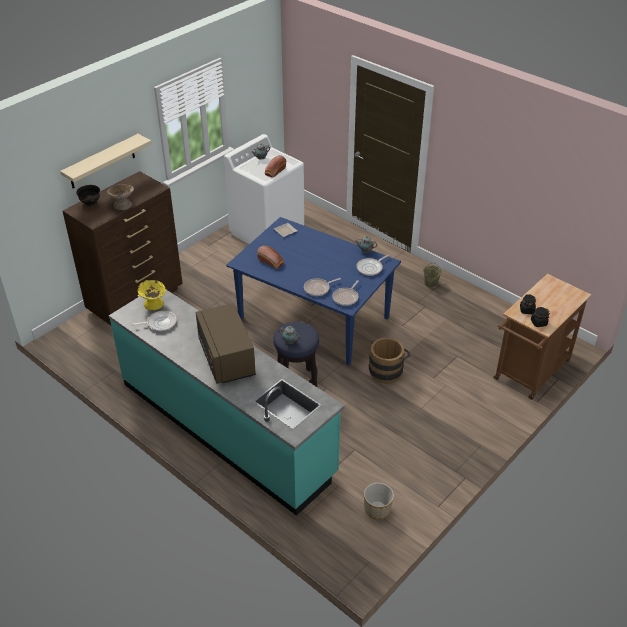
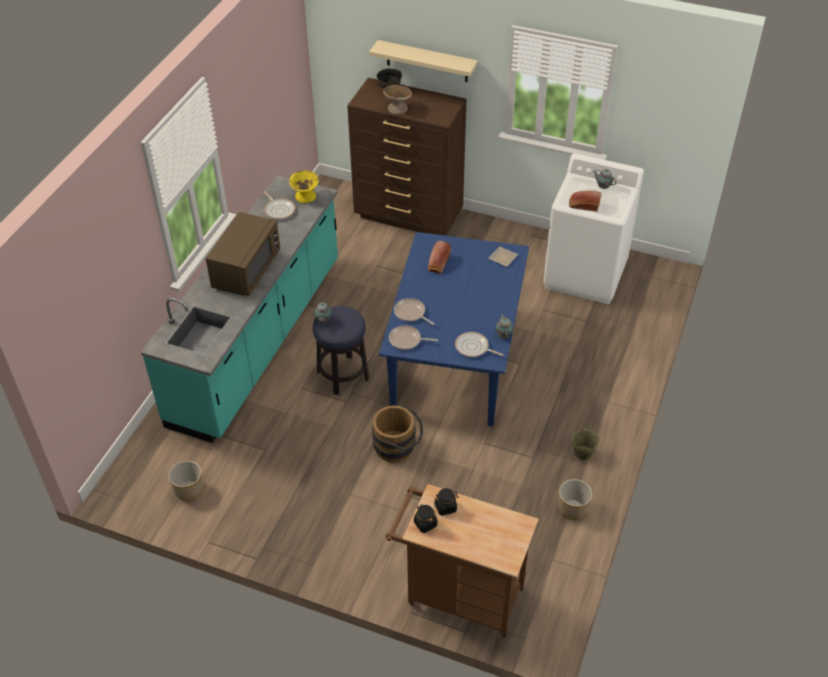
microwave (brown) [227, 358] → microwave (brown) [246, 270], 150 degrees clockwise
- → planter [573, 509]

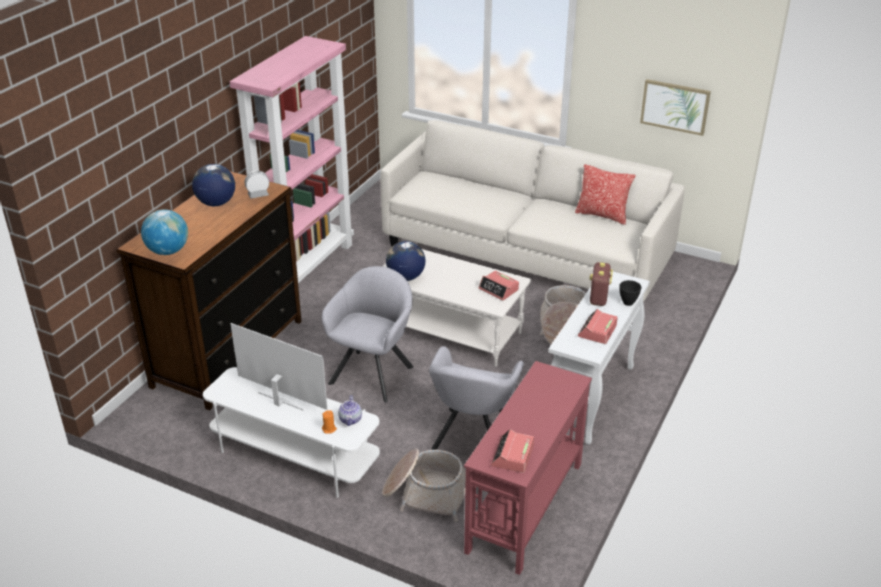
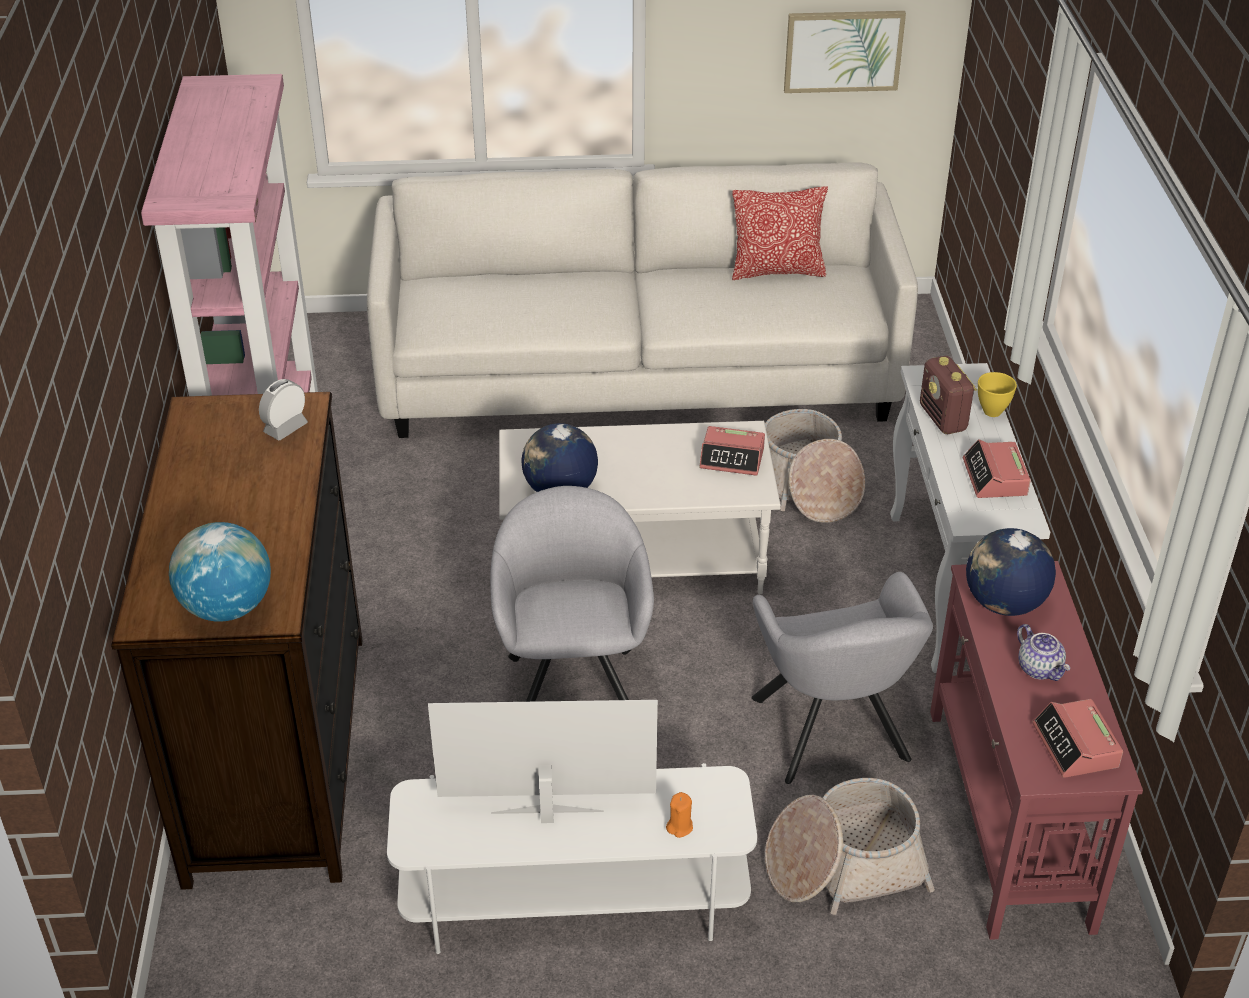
globe [216, 203] → globe [1003, 603], moved
bowl (black) [628, 302] → bowl (yellow) [991, 411]
teapot [350, 419] → teapot [1040, 669], moved

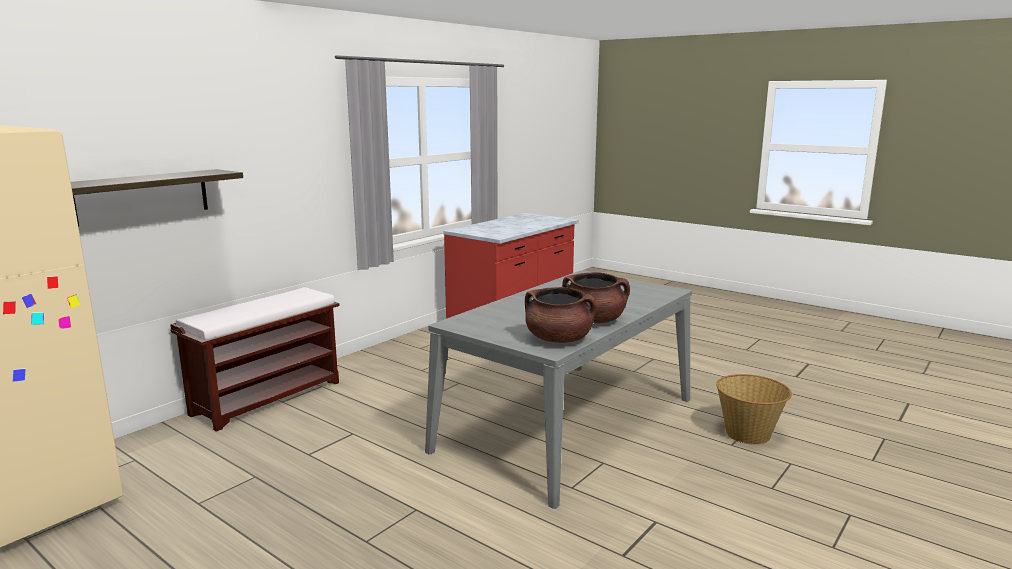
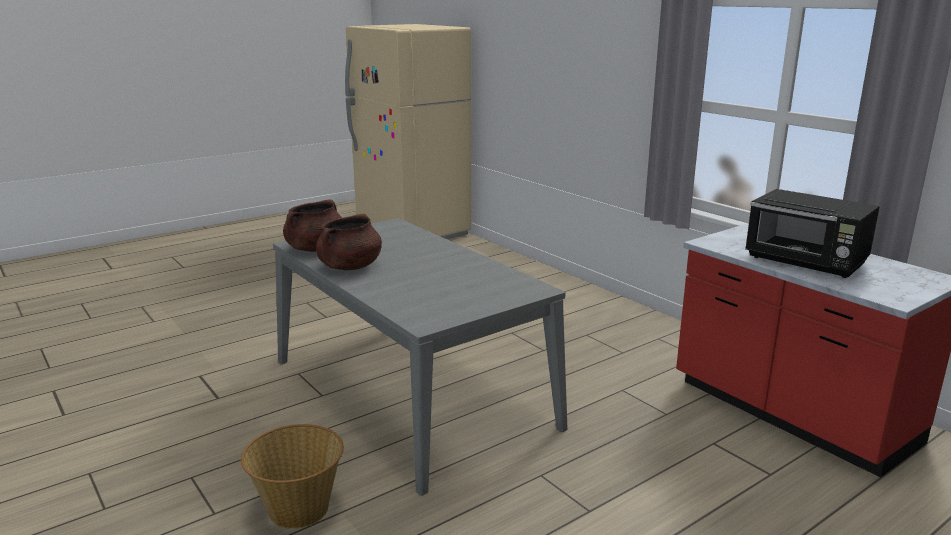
- → microwave (black) [806, 262]
shelf [142, 196] → -
bench (brown) [268, 397] → -

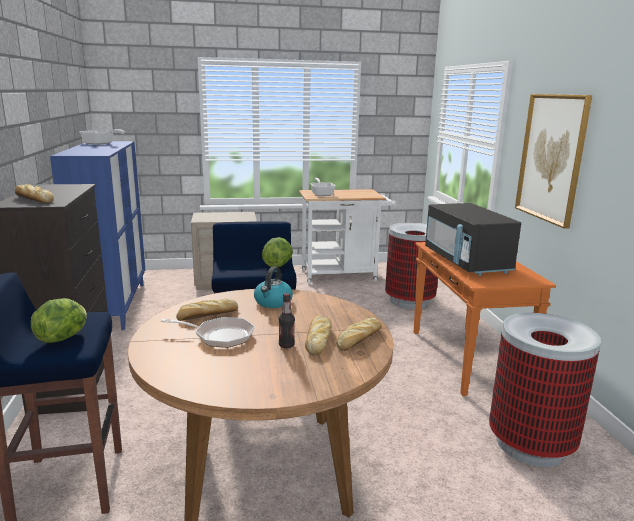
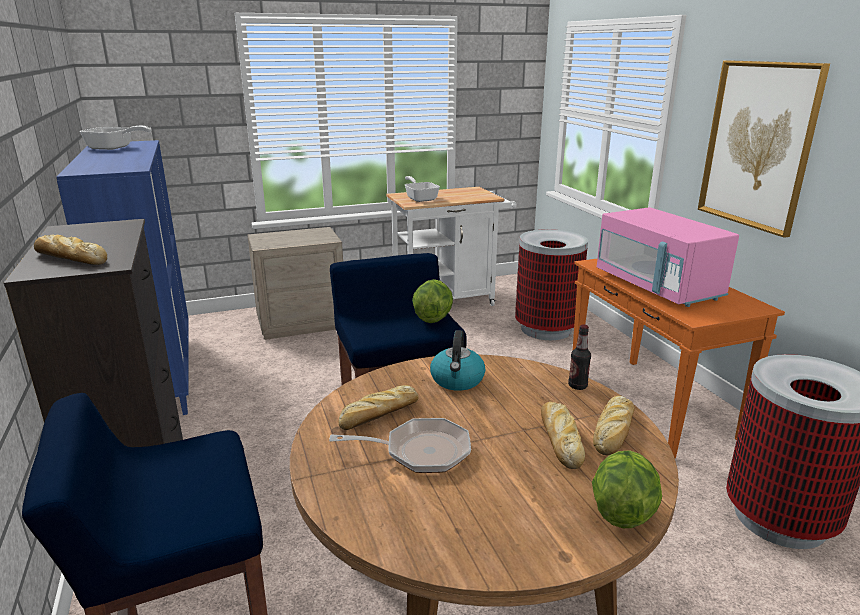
bottle [286, 345] → bottle [577, 386], moved
lettuce [63, 337] → lettuce [621, 511], moved
microwave (black) [466, 262] → microwave (pink) [657, 286]

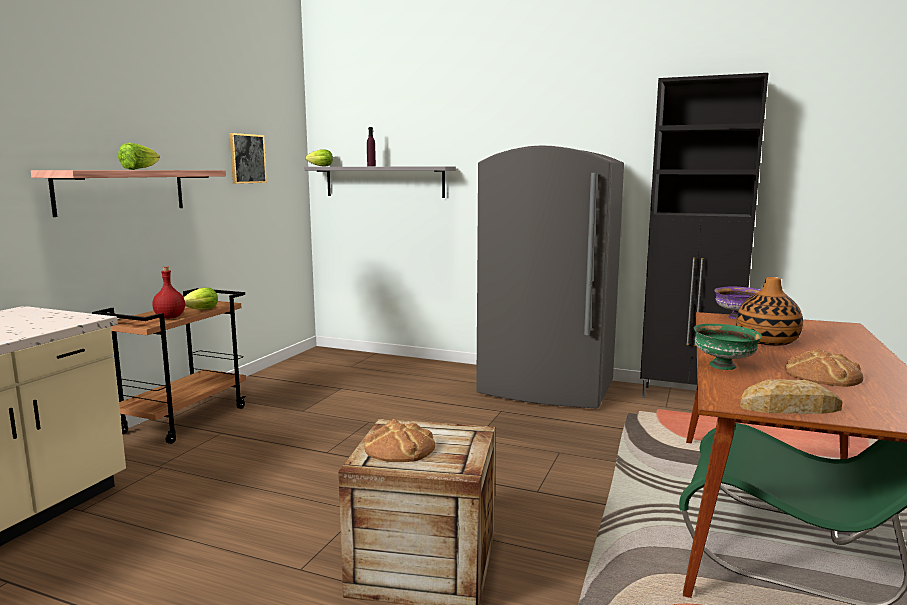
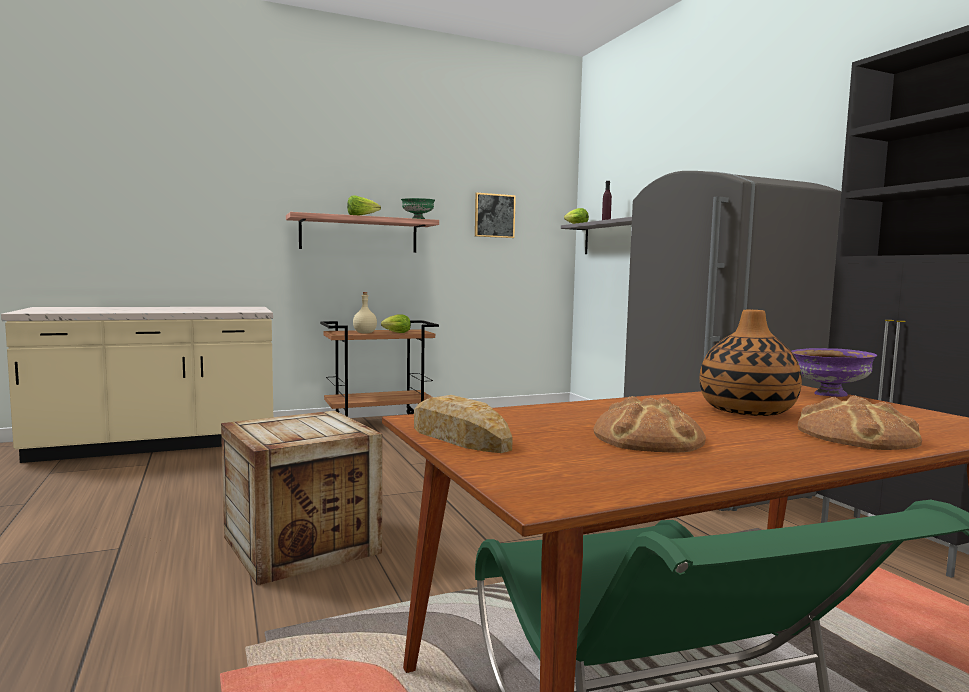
bottle (red) [170, 317] → bottle (beige) [365, 333]
bowl (green) [724, 366] → bowl (green) [418, 219], moved
bread [400, 447] → bread [857, 436], moved

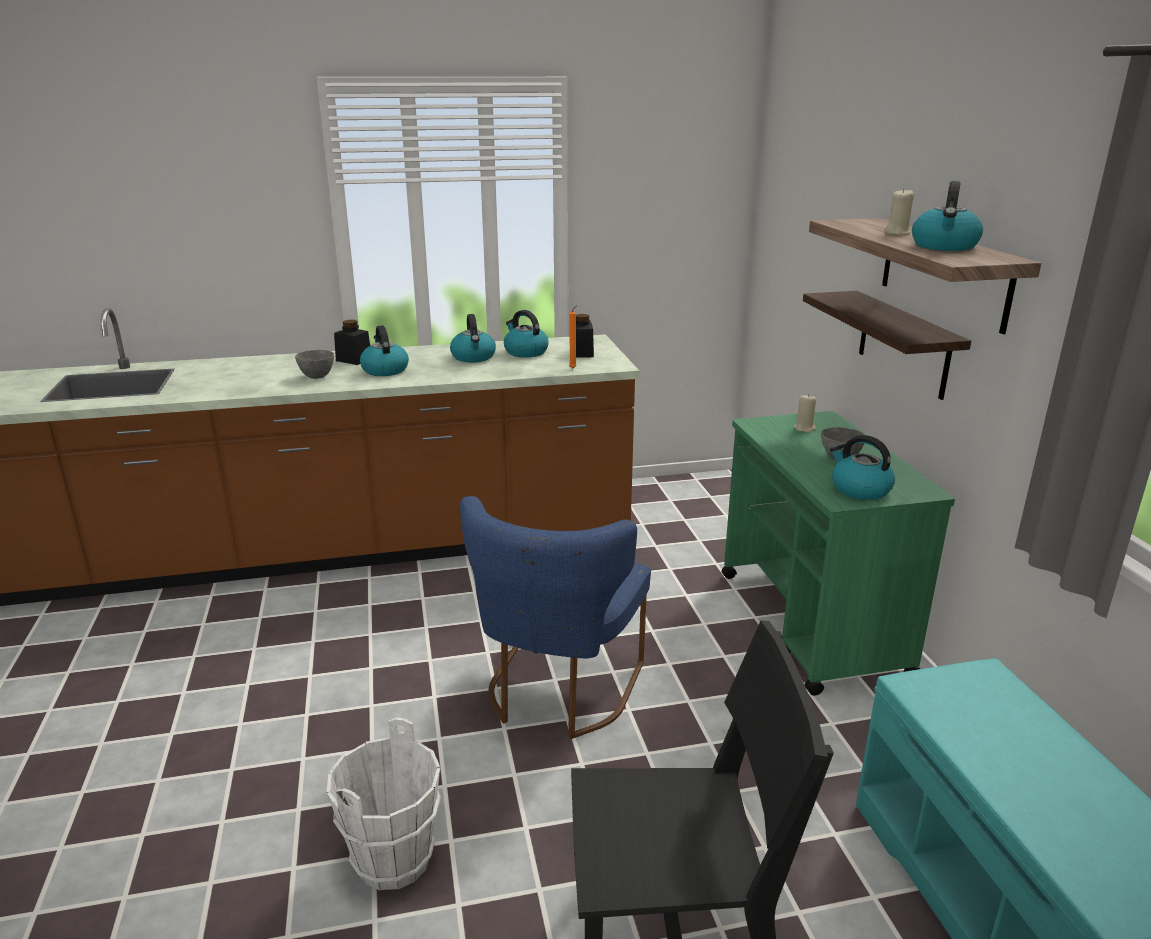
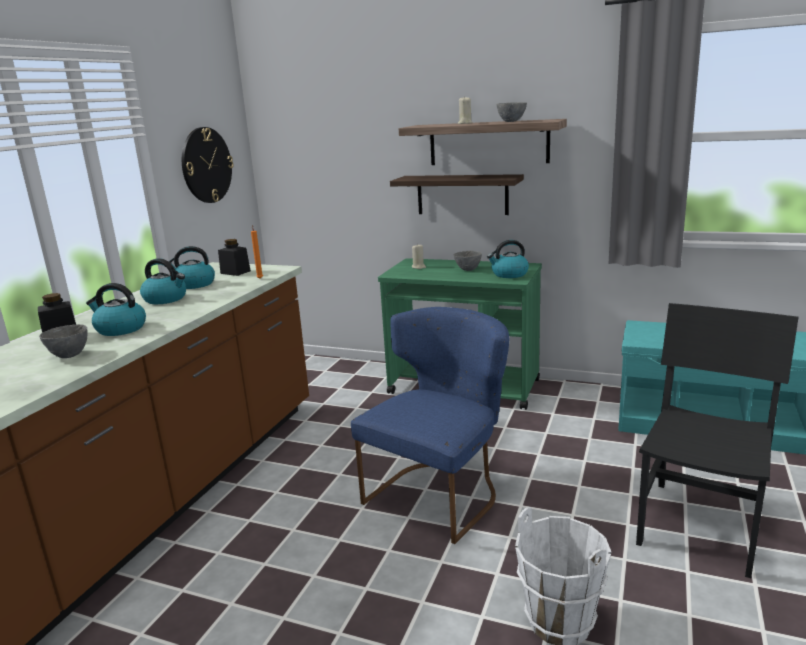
- → wall clock [206, 165]
chair (blue) [557, 692] → chair (blue) [441, 492], 105 degrees counterclockwise
kettle [944, 246] → bowl (grey) [511, 121]

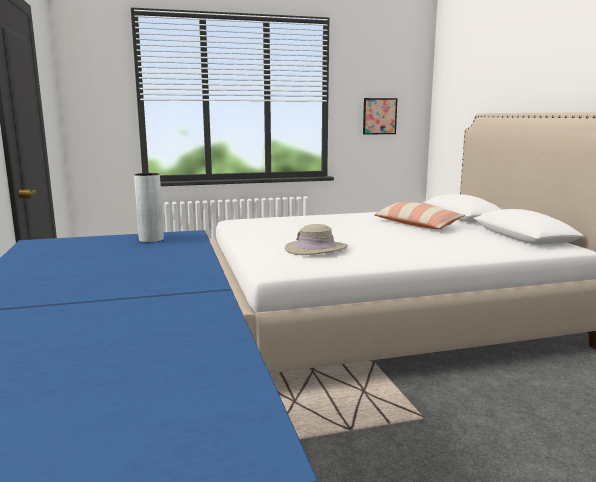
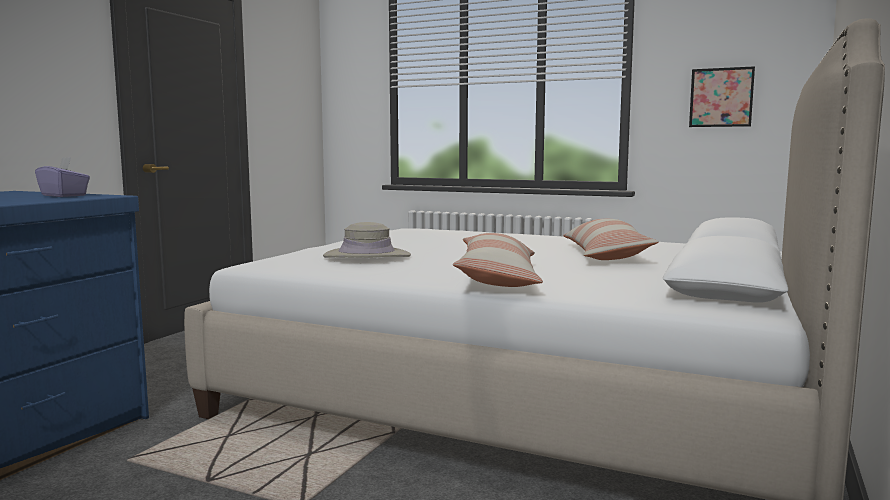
vase (grey) [151, 239] → tissue box (purple) [64, 195]
- → pillow [498, 278]

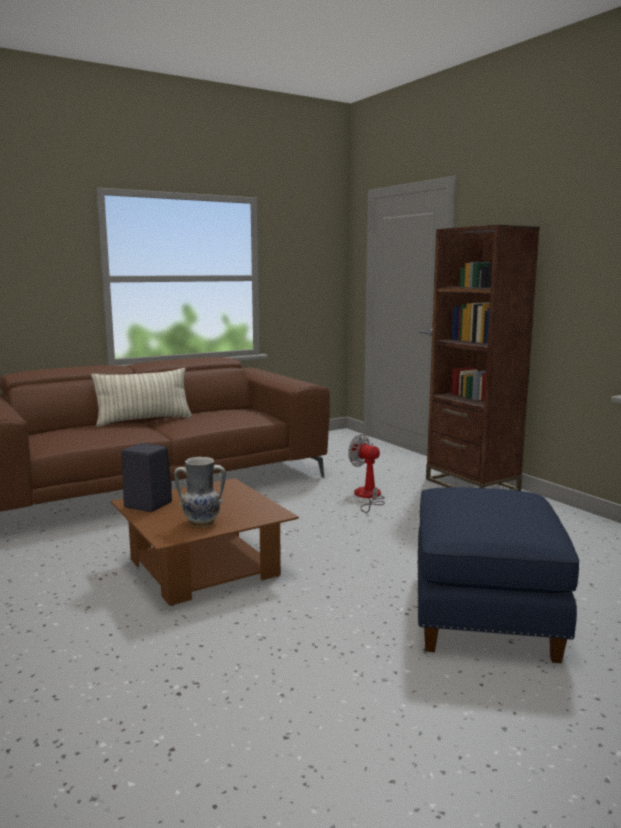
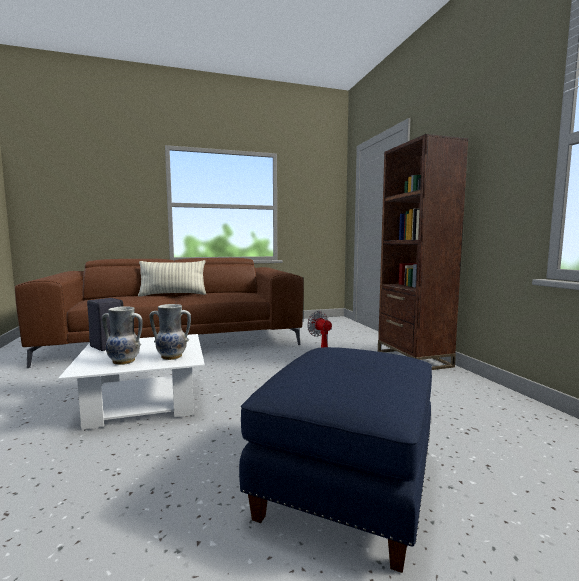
coffee table (brown) [203, 568] → coffee table (white) [144, 401]
- → vase [172, 356]

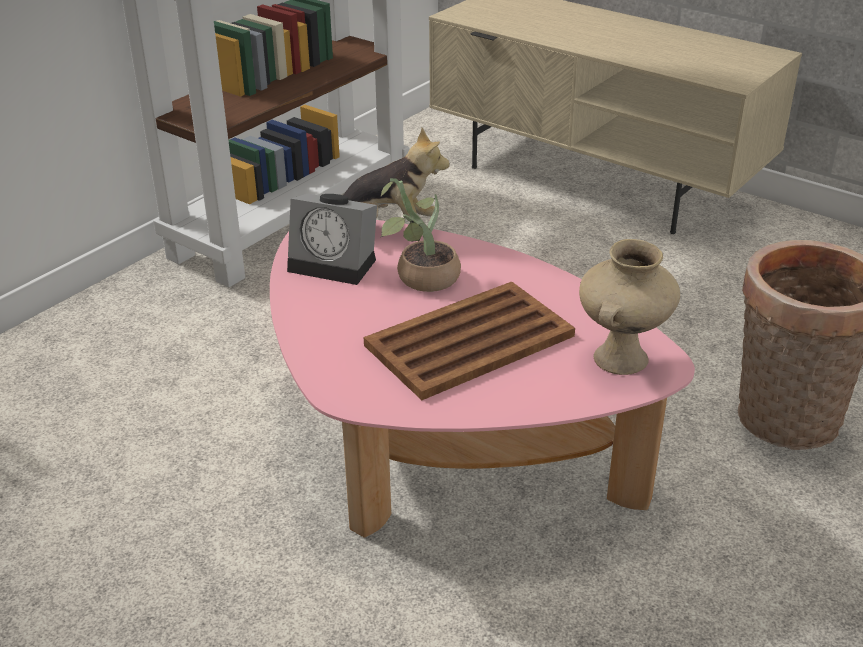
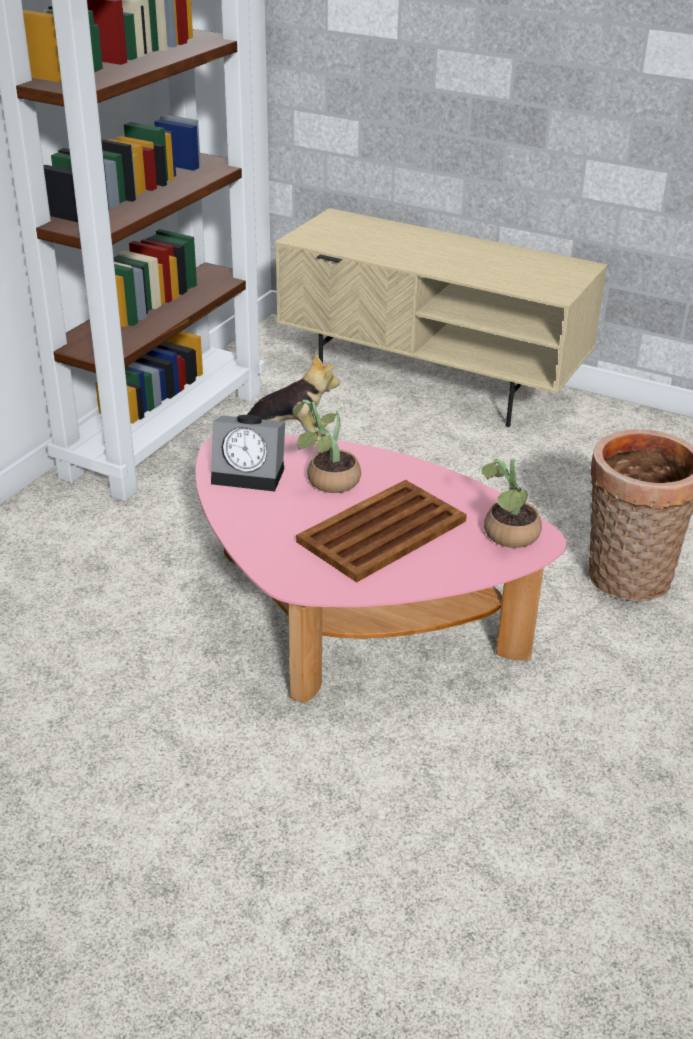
vase (beige) [621, 360] → potted plant [507, 537]

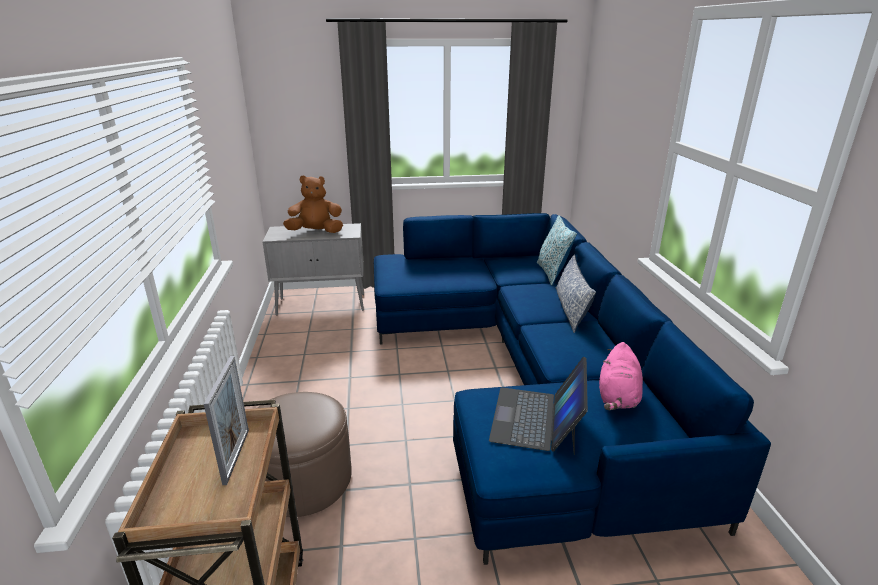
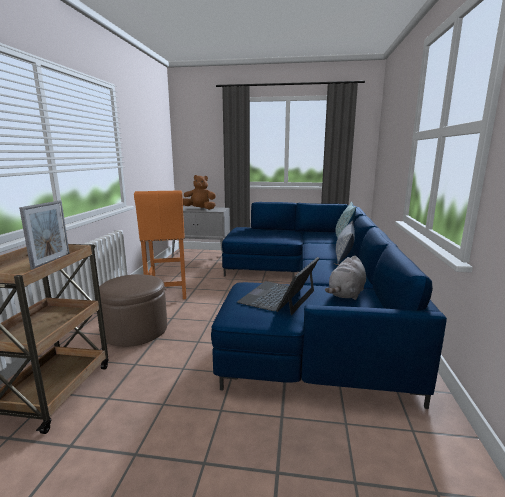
- → stool (orange) [167, 292]
plush toy (pink) [617, 397] → plush toy (grey) [346, 294]

